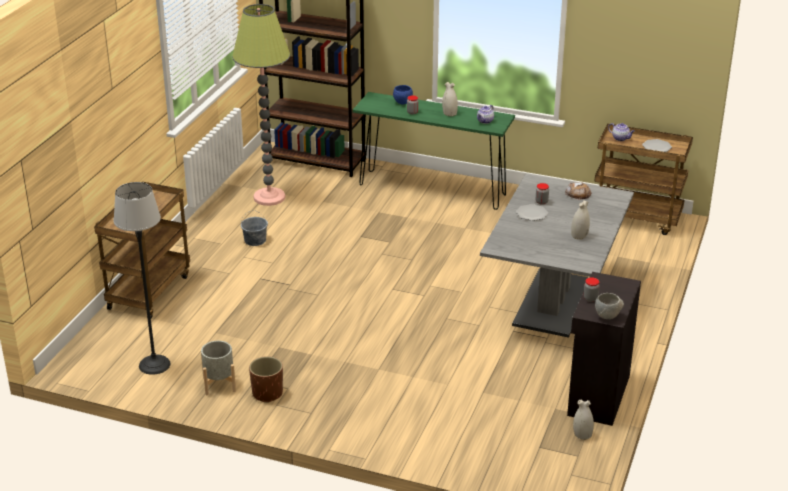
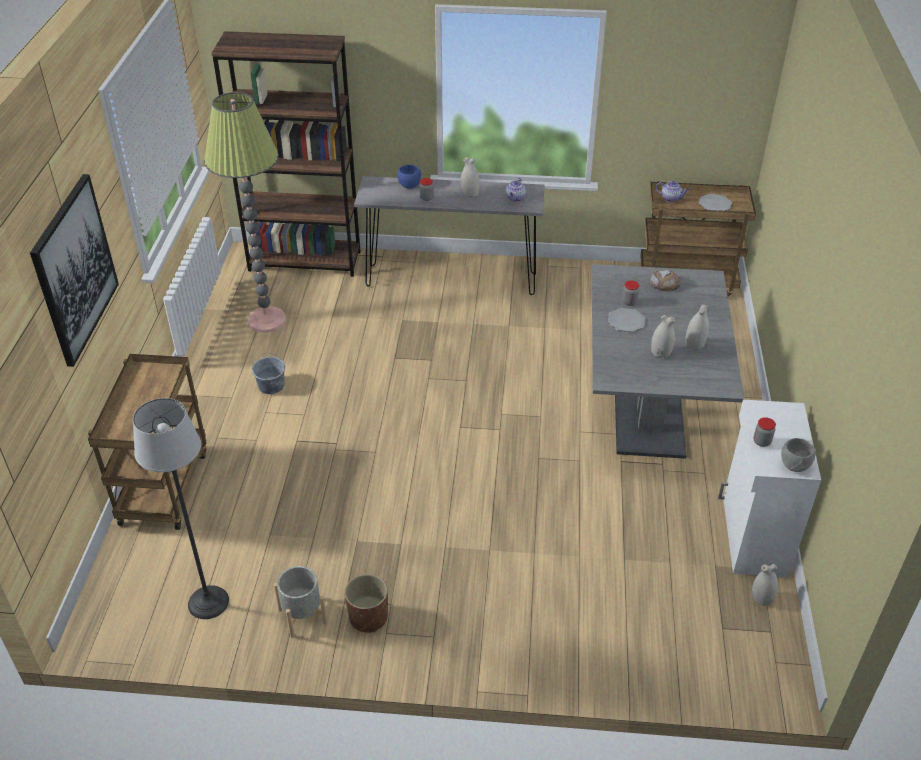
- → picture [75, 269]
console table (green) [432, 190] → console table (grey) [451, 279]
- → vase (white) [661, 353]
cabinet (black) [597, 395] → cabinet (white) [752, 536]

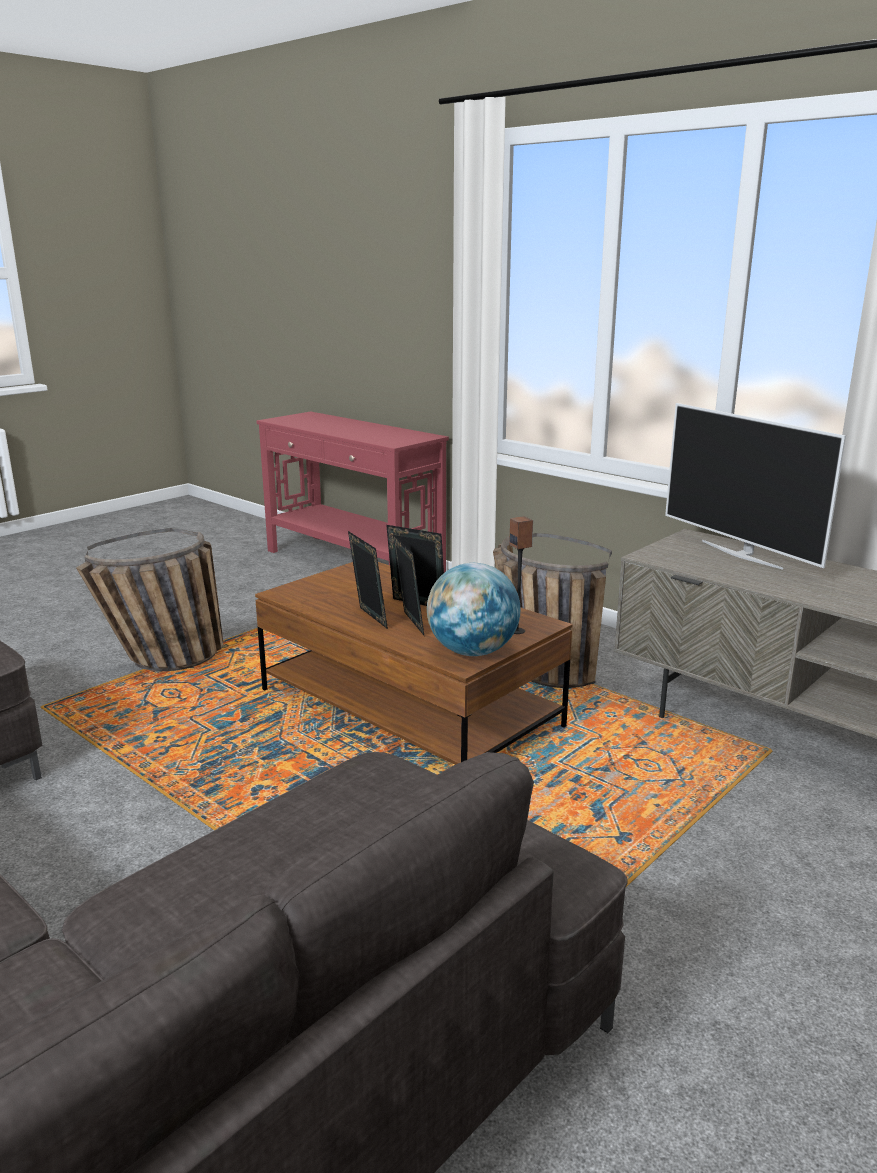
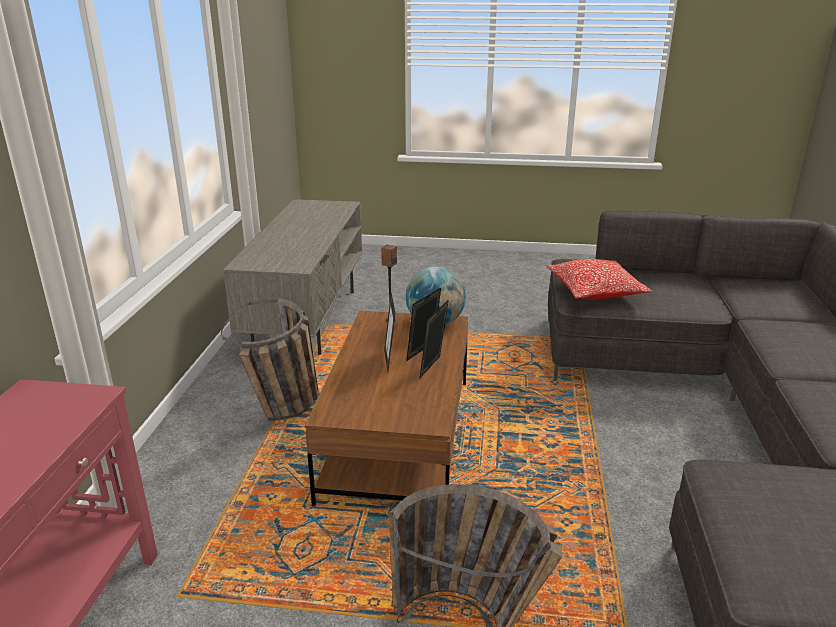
- → pillow [595, 291]
television [742, 554] → -

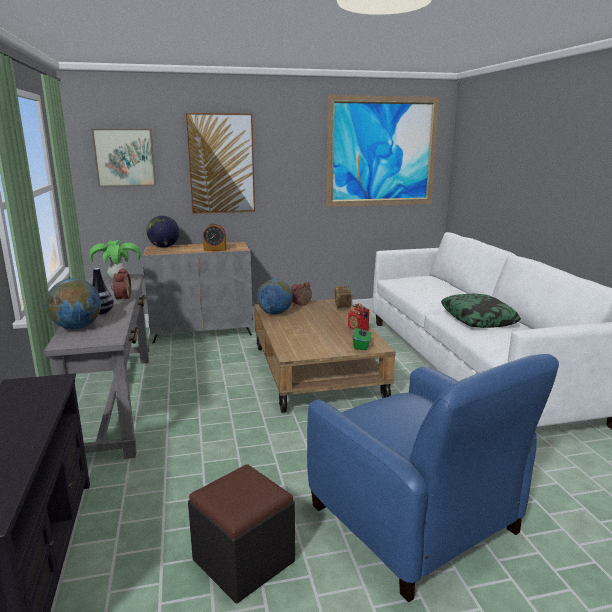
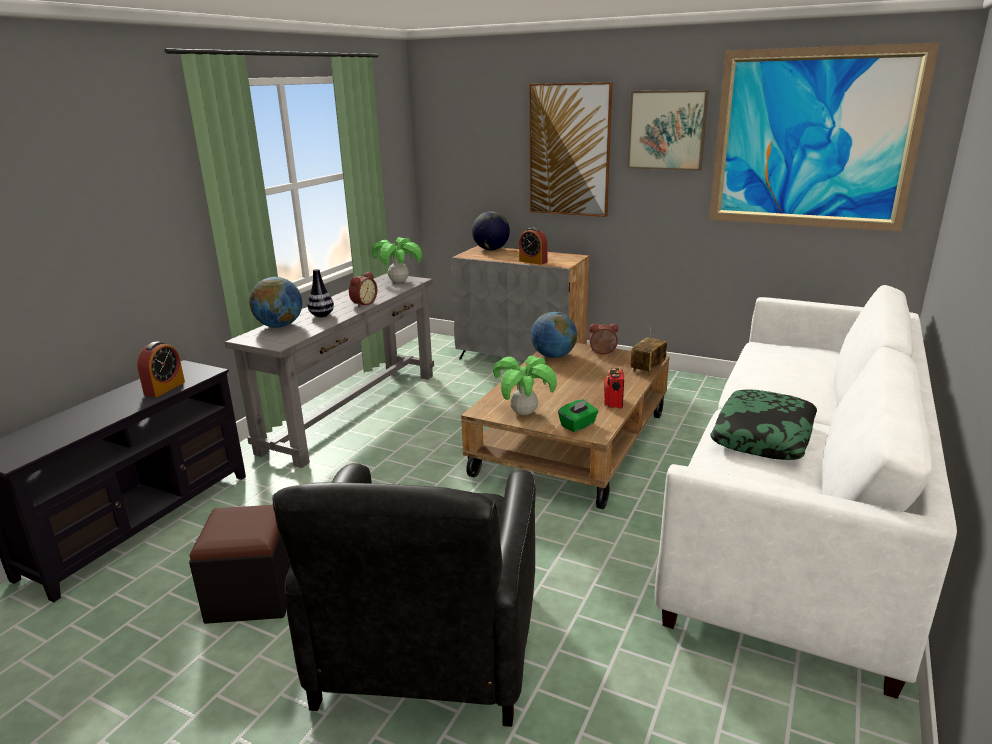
- → alarm clock [164, 388]
armchair (blue) [414, 521] → armchair (black) [427, 647]
- → potted plant [524, 413]
picture [125, 157] → picture [667, 130], moved

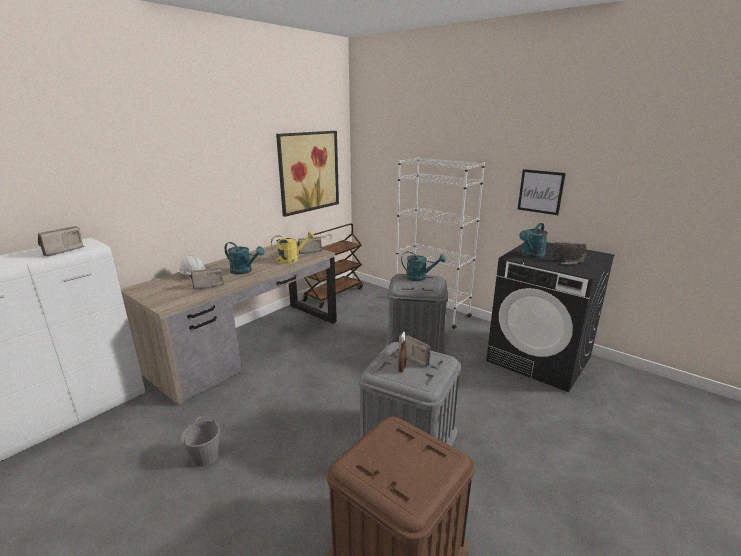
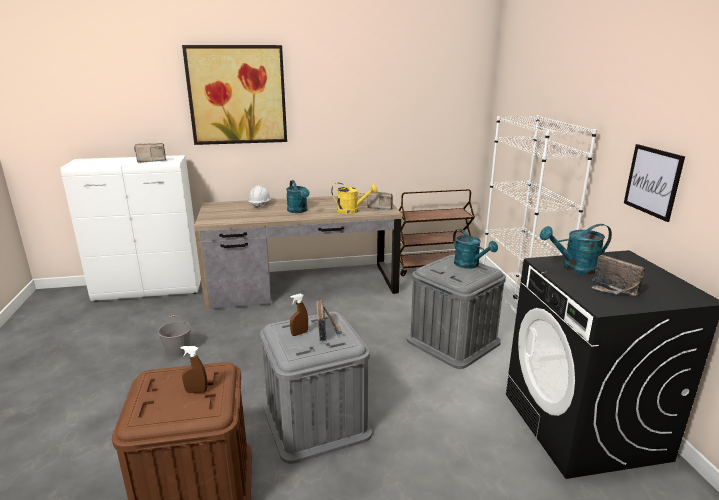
- → spray bottle (brown) [196, 391]
picture [308, 172] → picture [237, 95], moved
radio [207, 285] → -

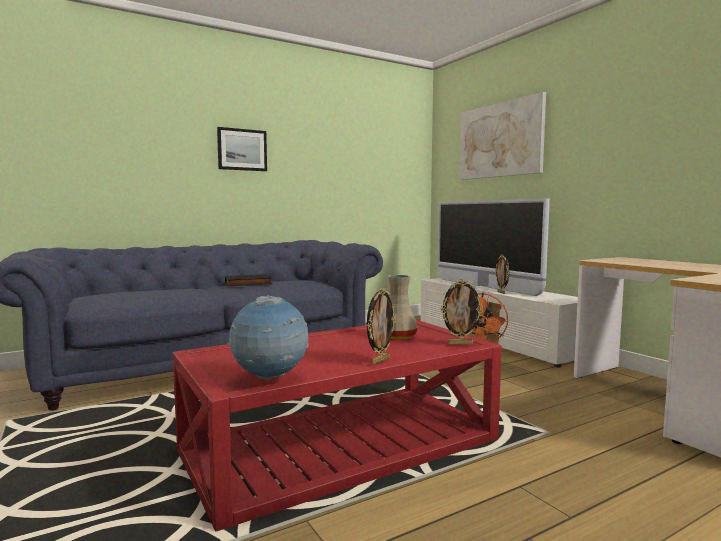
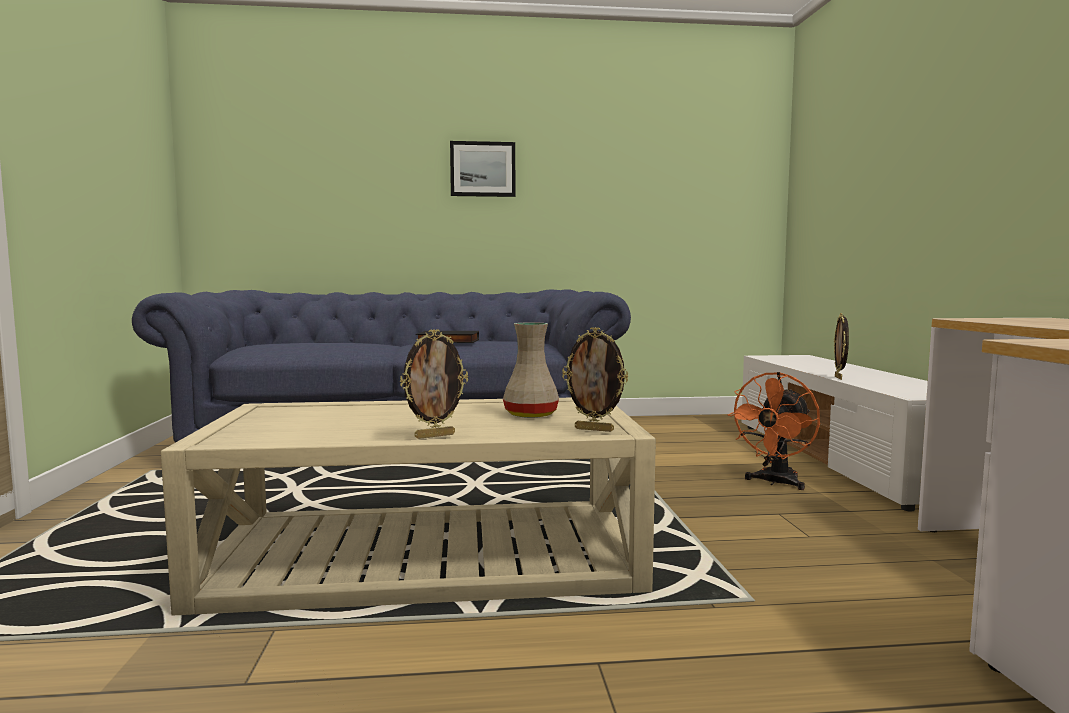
coffee table (red) [340, 445] → coffee table (beige) [427, 555]
globe [270, 379] → -
television [484, 287] → -
picture [500, 140] → -

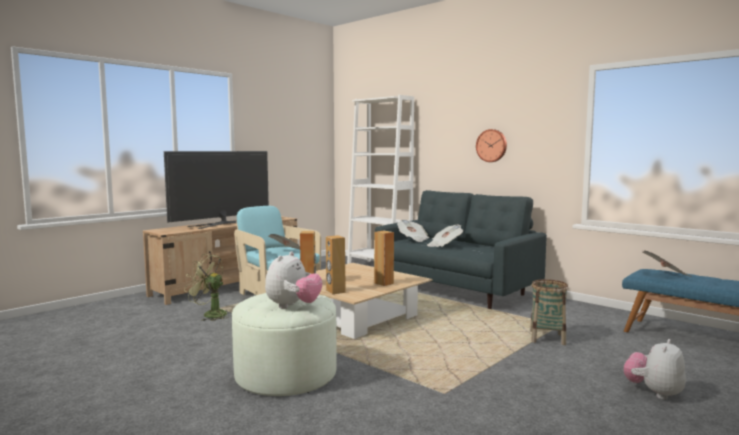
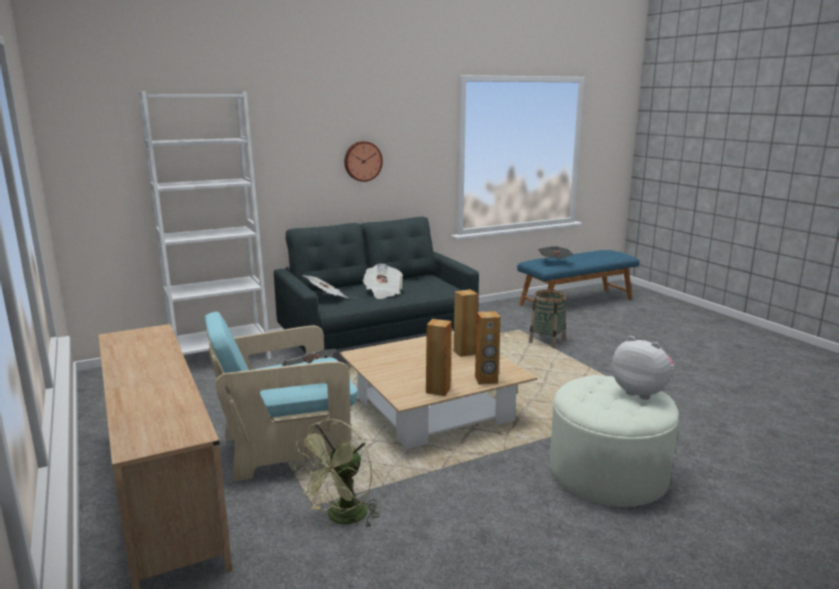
television [223, 224] → -
plush toy [654, 393] → -

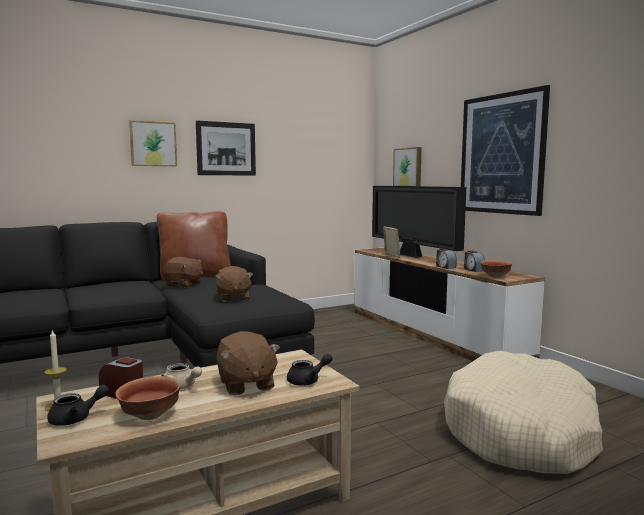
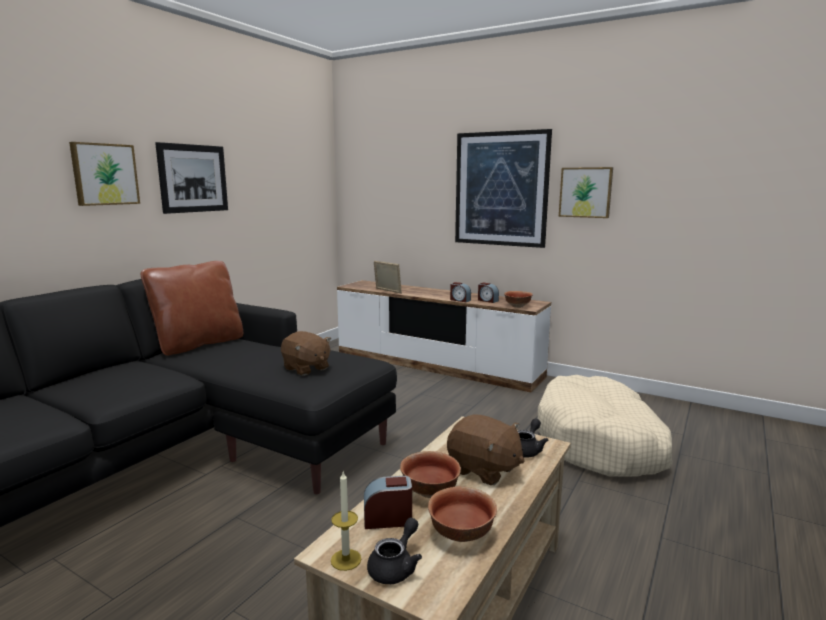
teapot (beige) [181, 387] → bowl [431, 491]
picture [408, 167] → picture [585, 192], moved
plush toy (brown) [184, 285] → -
television [411, 256] → -

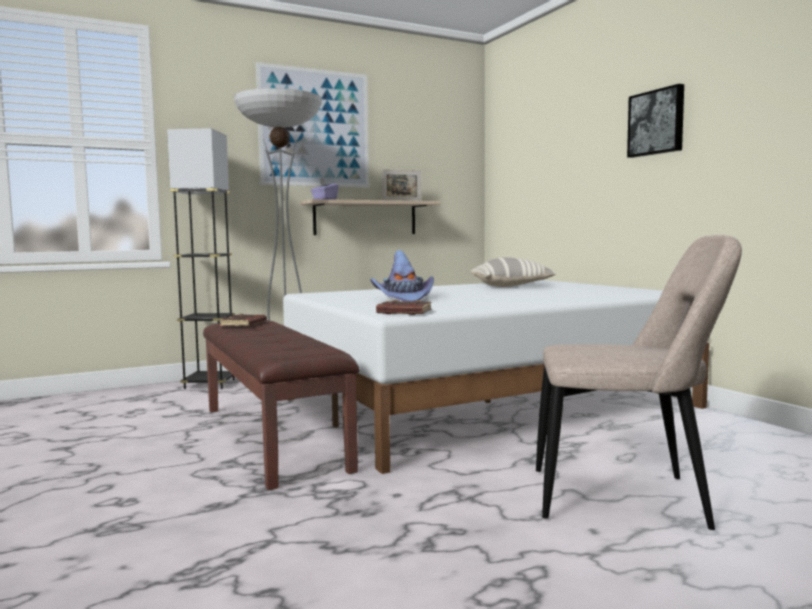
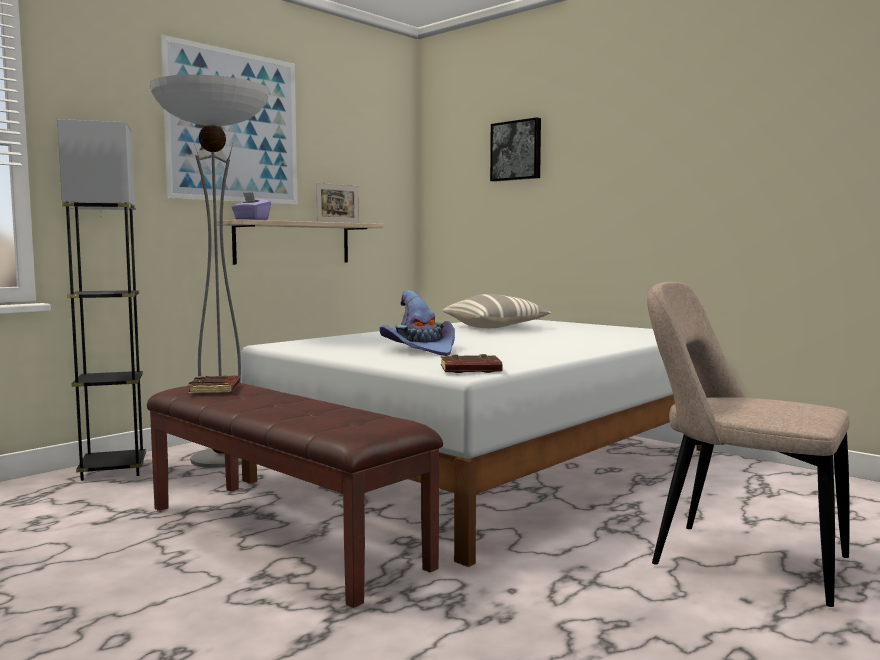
picture [657, 122] → picture [517, 150], moved
chair (beige) [626, 499] → chair (beige) [739, 560], 135 degrees counterclockwise

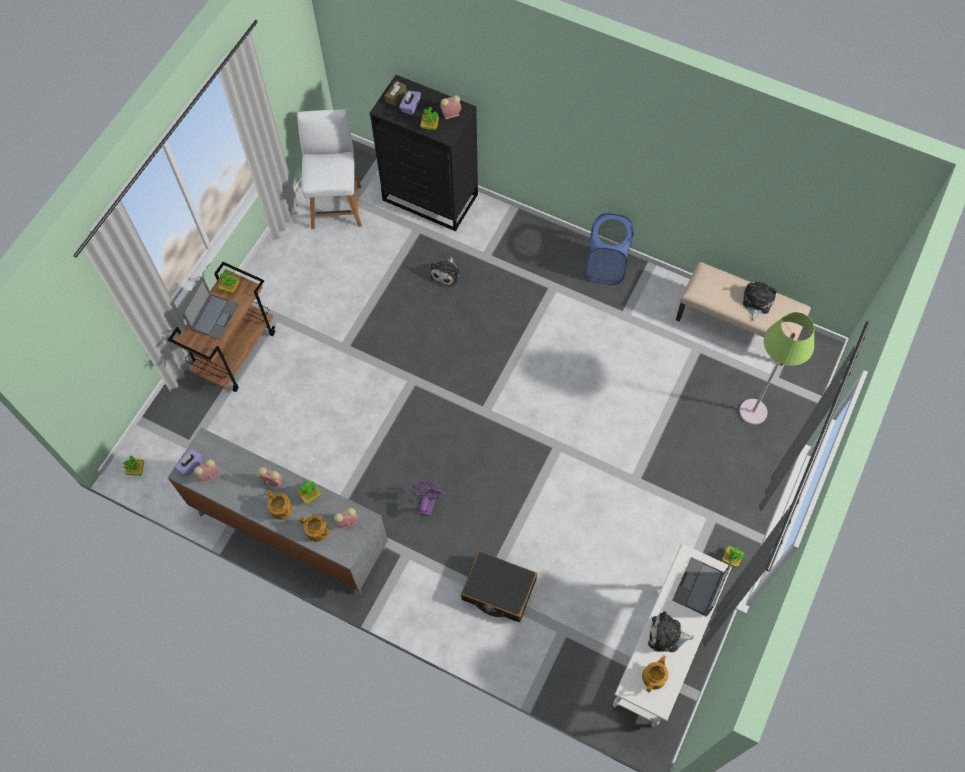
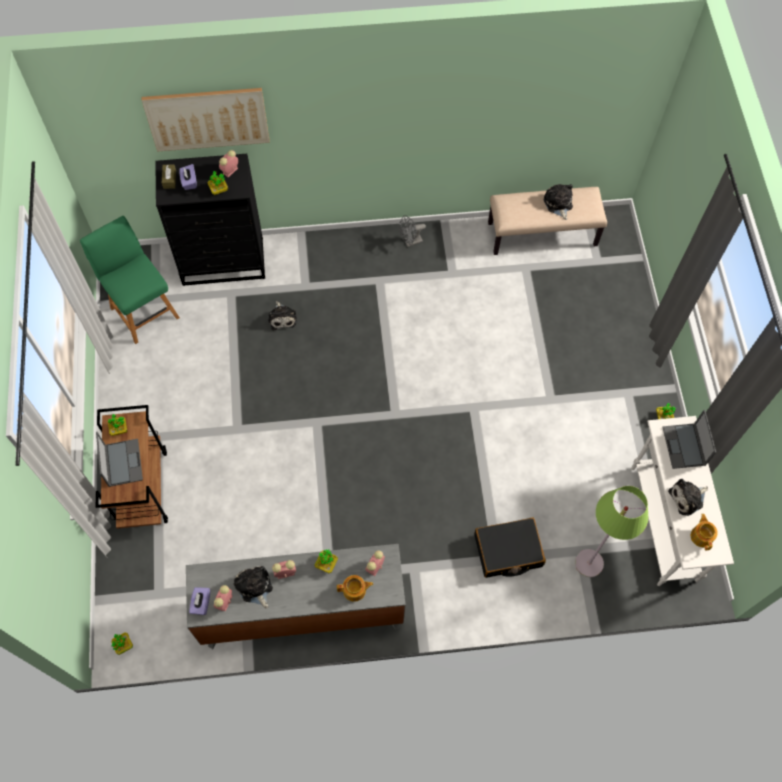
chair (white) [336, 205] → chair (green) [143, 311]
- → picture [207, 119]
- → plush toy [254, 587]
laundry basket (blue) [606, 267] → fan (grey) [410, 242]
floor lamp (green) [753, 412] → floor lamp (green) [589, 563], moved
teapot [281, 509] → -
fan (purple) [428, 503] → -

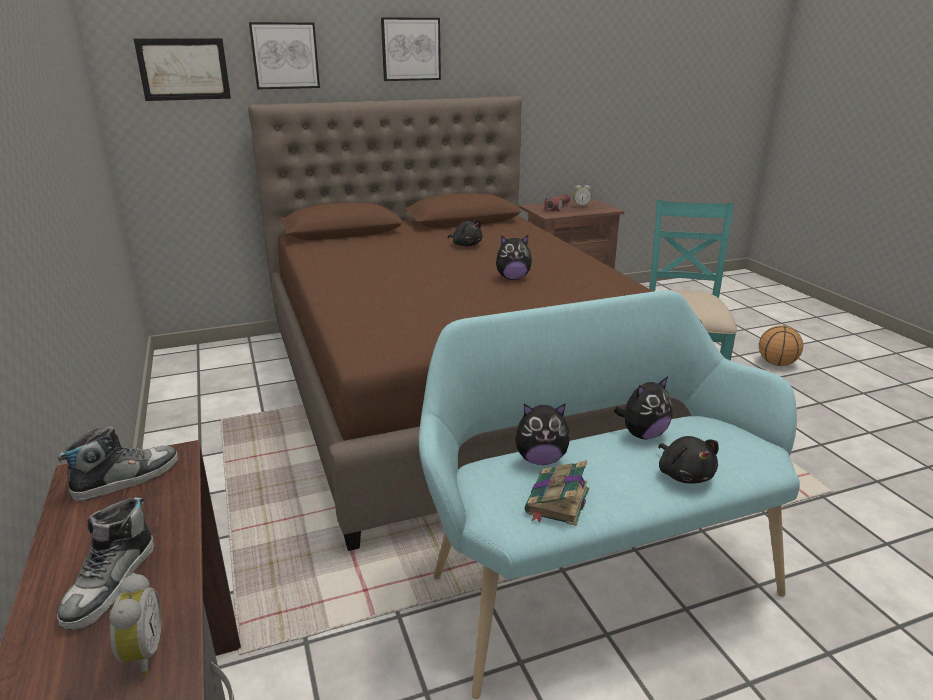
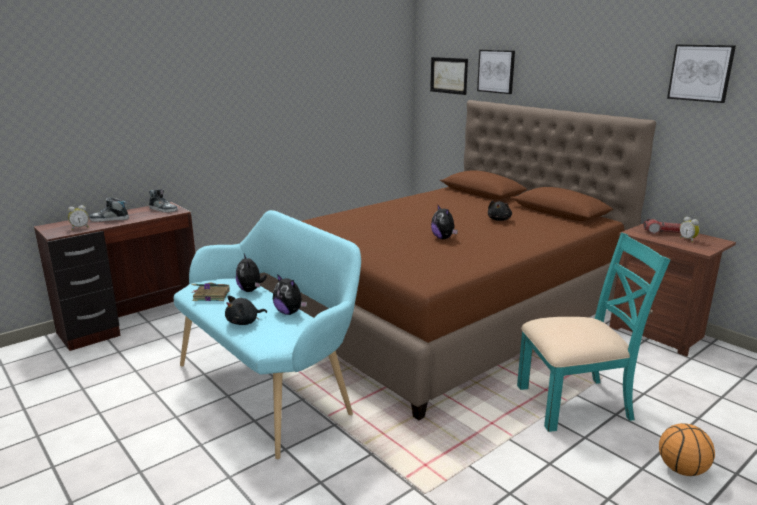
picture [410, 49] → picture [701, 73], moved

